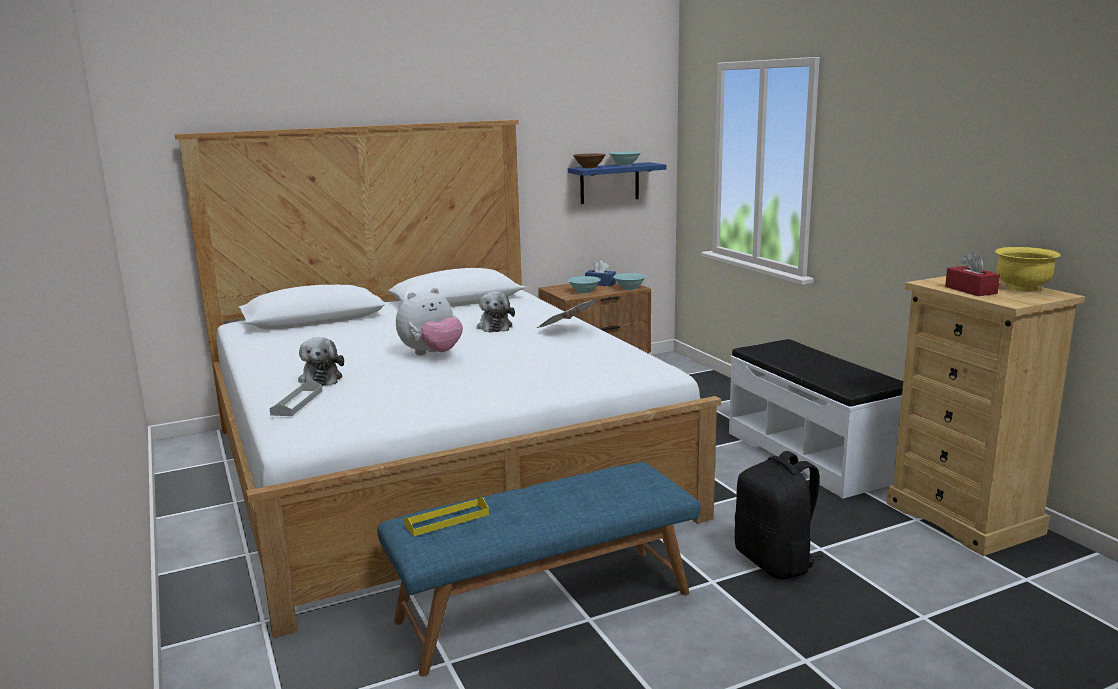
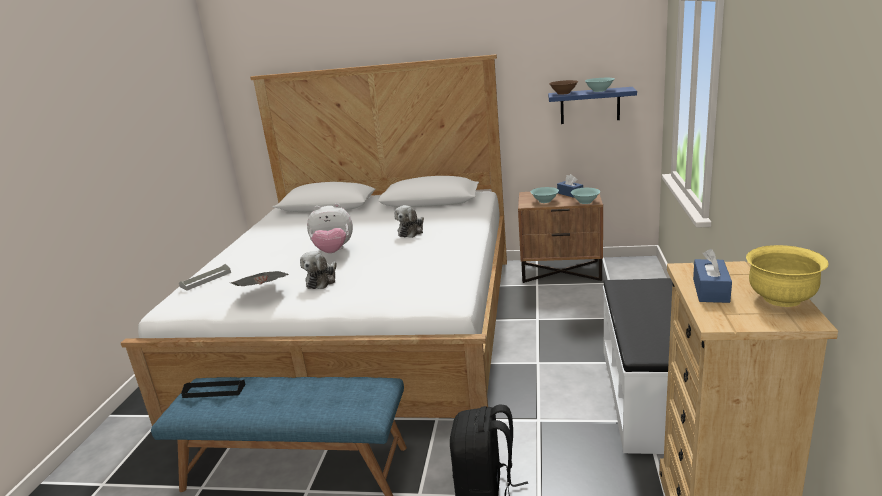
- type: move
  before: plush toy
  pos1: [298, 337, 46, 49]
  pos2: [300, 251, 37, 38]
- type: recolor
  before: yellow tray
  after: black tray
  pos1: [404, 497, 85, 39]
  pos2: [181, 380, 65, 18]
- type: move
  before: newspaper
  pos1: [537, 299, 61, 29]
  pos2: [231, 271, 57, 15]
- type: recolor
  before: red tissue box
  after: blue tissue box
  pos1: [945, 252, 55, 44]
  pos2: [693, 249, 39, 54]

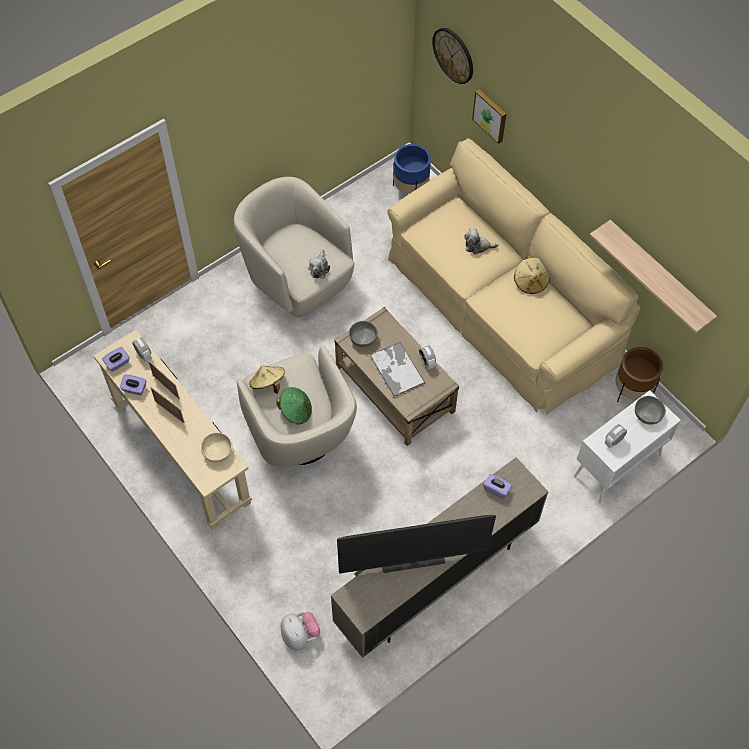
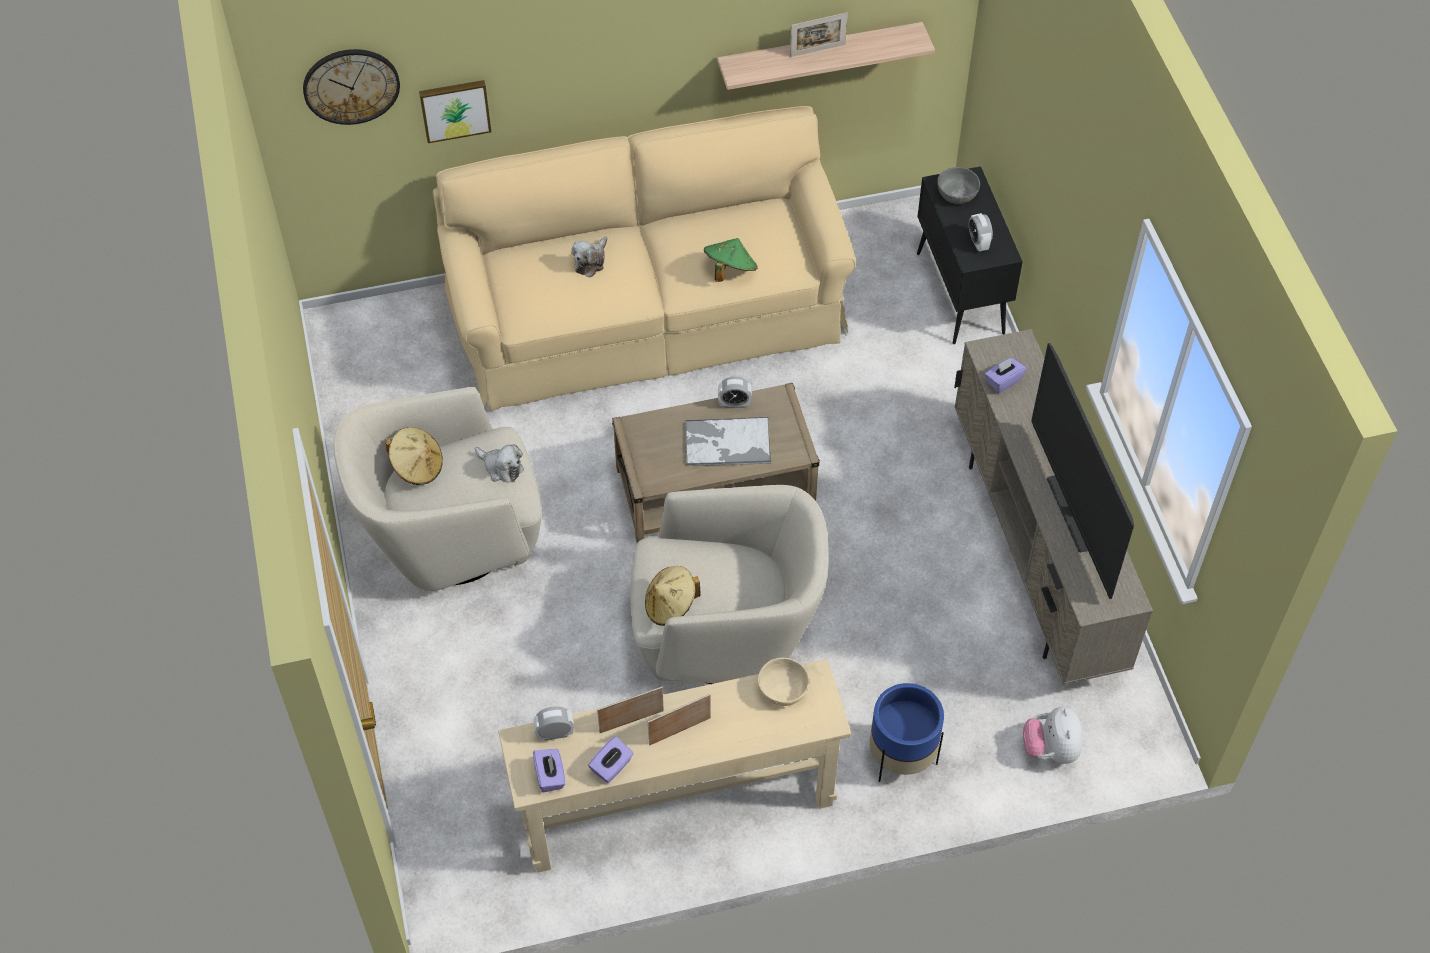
- type: move
  before: green hat
  pos1: [277, 387, 35, 37]
  pos2: [704, 238, 54, 44]
- type: rotate
  before: plush toy
  pos1: [281, 612, 39, 38]
  pos2: [1023, 706, 59, 58]
  turn: -90
- type: rotate
  before: television
  pos1: [337, 515, 159, 58]
  pos2: [1031, 343, 103, 256]
  turn: 150
- type: delete
  before: grey bowl
  pos1: [349, 321, 29, 26]
- type: move
  before: blue planter
  pos1: [393, 144, 38, 50]
  pos2: [870, 683, 74, 99]
- type: move
  before: beige hat
  pos1: [514, 256, 36, 38]
  pos2: [385, 427, 58, 58]
- type: recolor
  before: white cabinet
  after: black cabinet
  pos1: [574, 390, 107, 113]
  pos2: [917, 166, 106, 178]
- type: delete
  before: brown planter
  pos1: [615, 347, 48, 55]
- type: insert
  after: picture frame
  pos2: [790, 13, 57, 44]

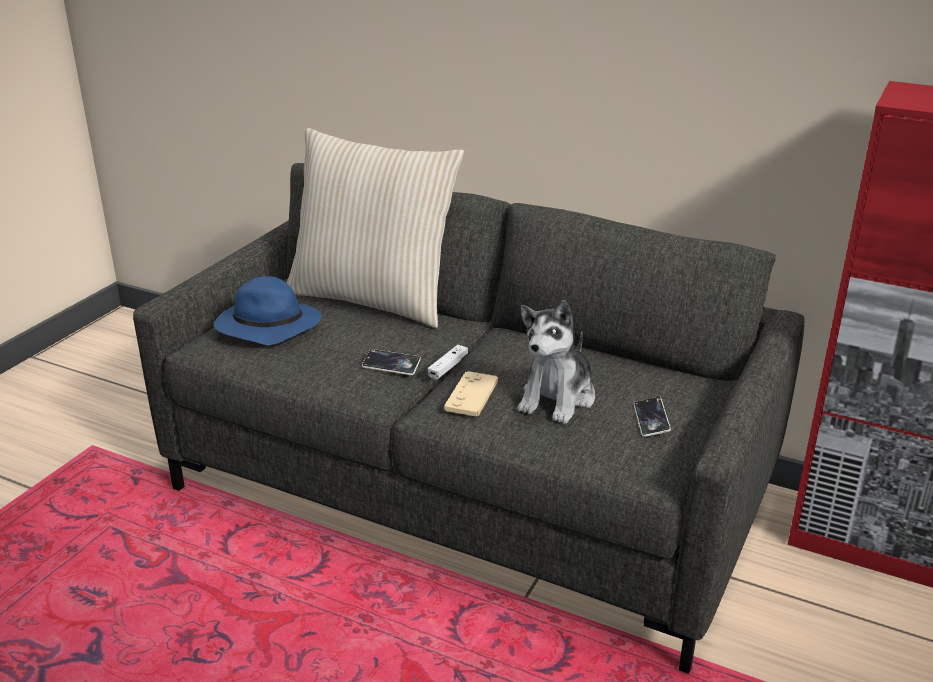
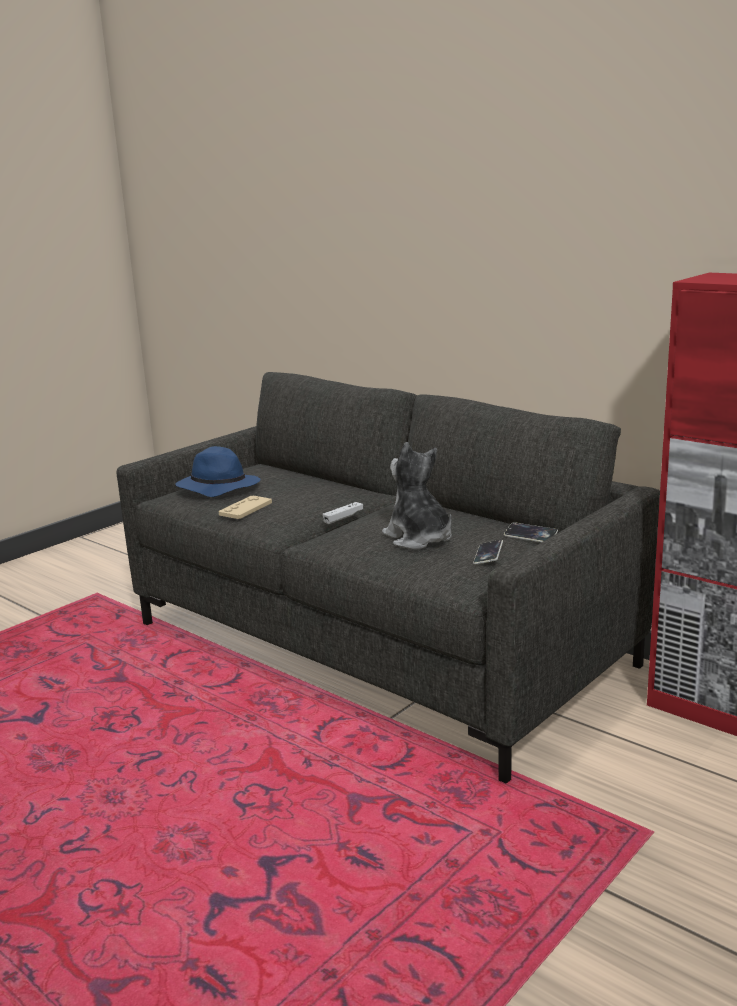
- type: delete
  before: beige pillow
  pos1: [286, 128, 178, 200]
- type: move
  before: phone
  pos1: [362, 349, 59, 26]
  pos2: [504, 522, 54, 20]
- type: move
  before: beige game controller
  pos1: [444, 371, 54, 45]
  pos2: [219, 496, 53, 23]
- type: rotate
  before: plush toy
  pos1: [517, 300, 78, 124]
  pos2: [382, 442, 70, 107]
  turn: 105

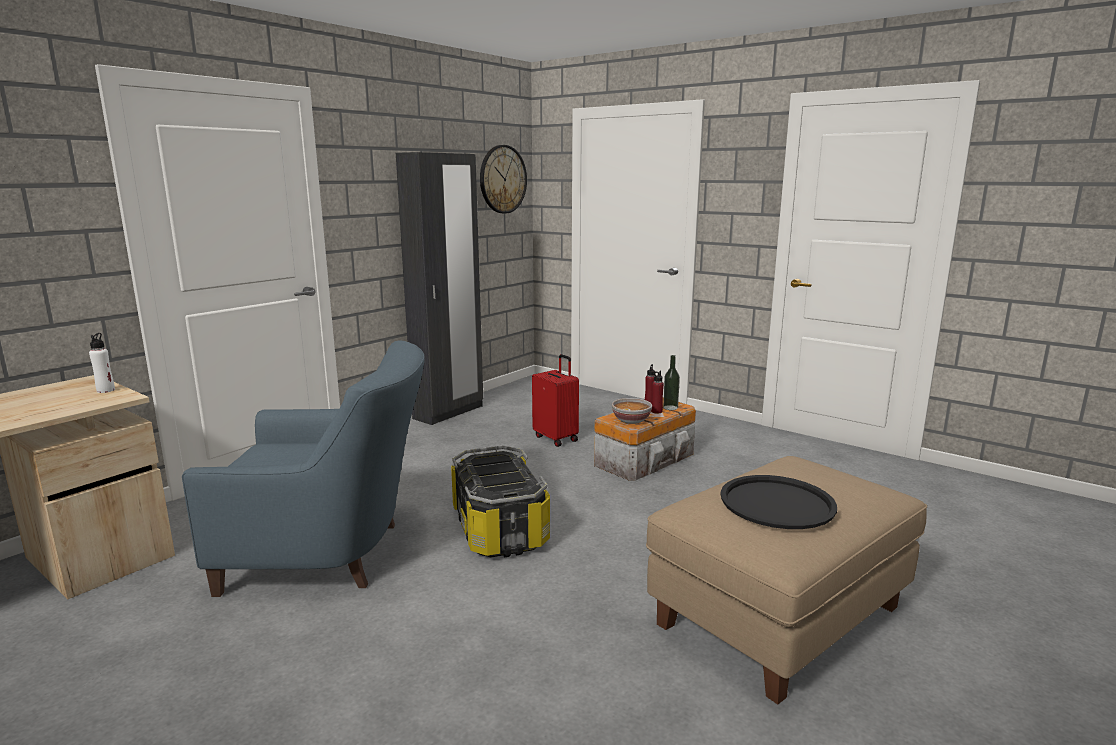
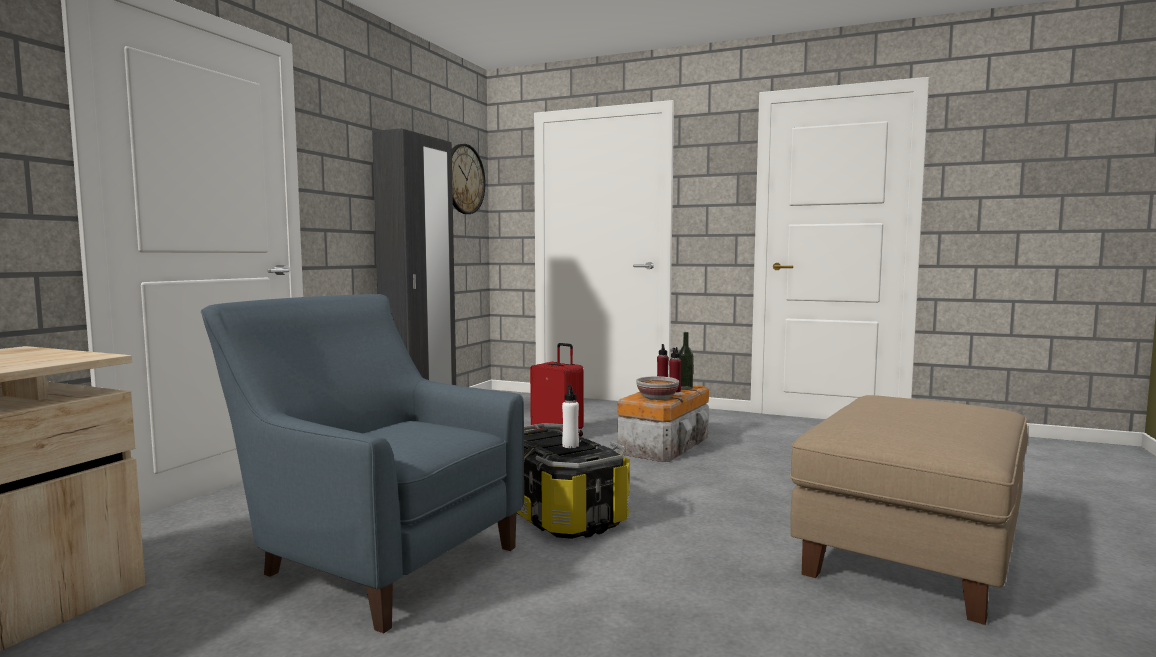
- type: move
  before: white bottle
  pos1: [89, 333, 26, 60]
  pos2: [562, 385, 17, 63]
- type: rotate
  before: blue armchair
  pos1: [182, 340, 243, 257]
  pos2: [201, 294, 323, 339]
  turn: -135
- type: delete
  before: black tray
  pos1: [720, 475, 117, 54]

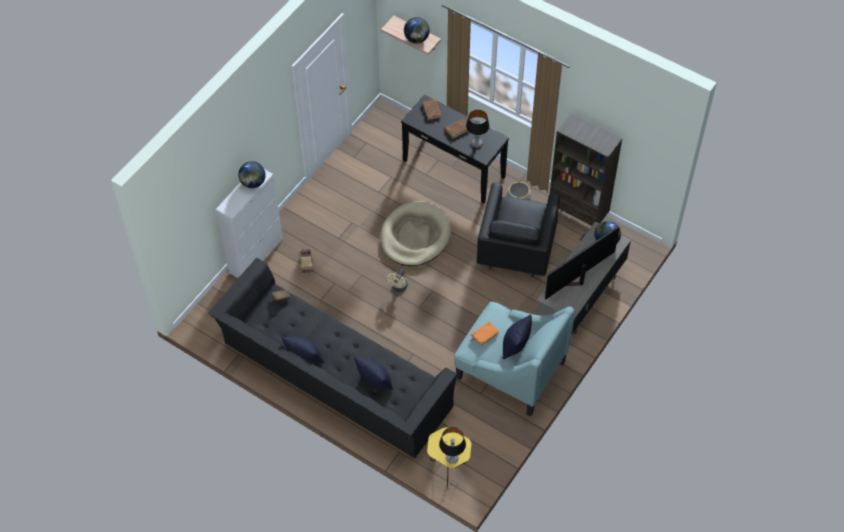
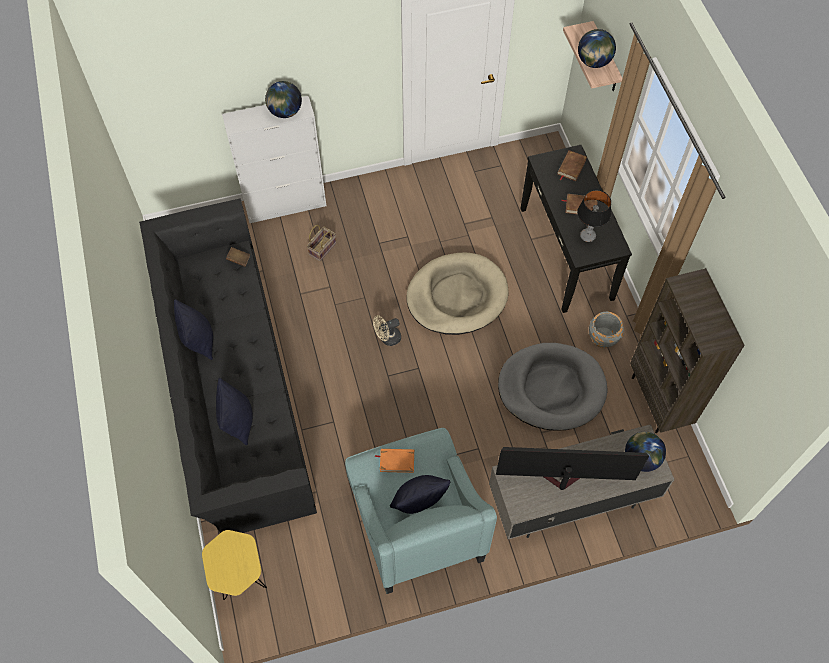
- type: delete
  before: table lamp
  pos1: [439, 427, 27, 37]
- type: replace
  before: black armchair
  after: grey dog bed
  pos1: [477, 183, 83, 94]
  pos2: [498, 343, 110, 88]

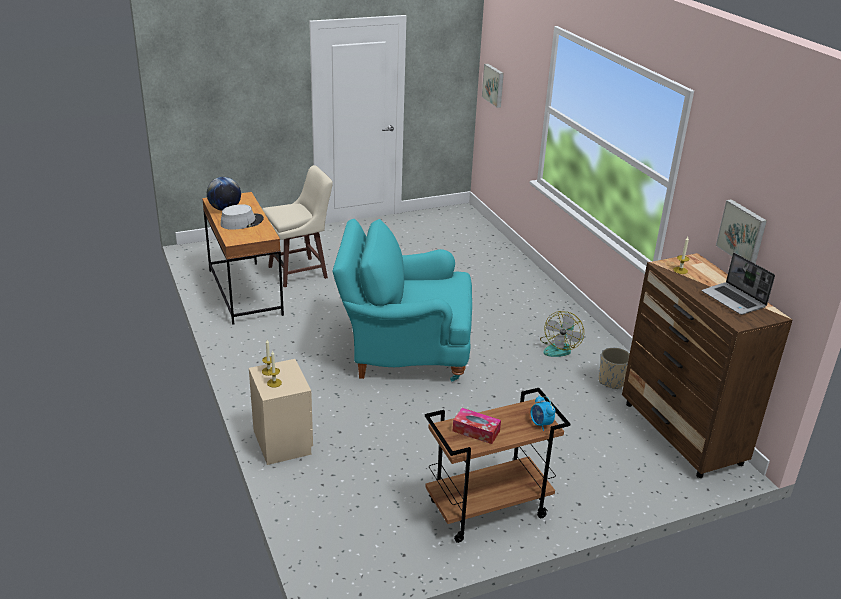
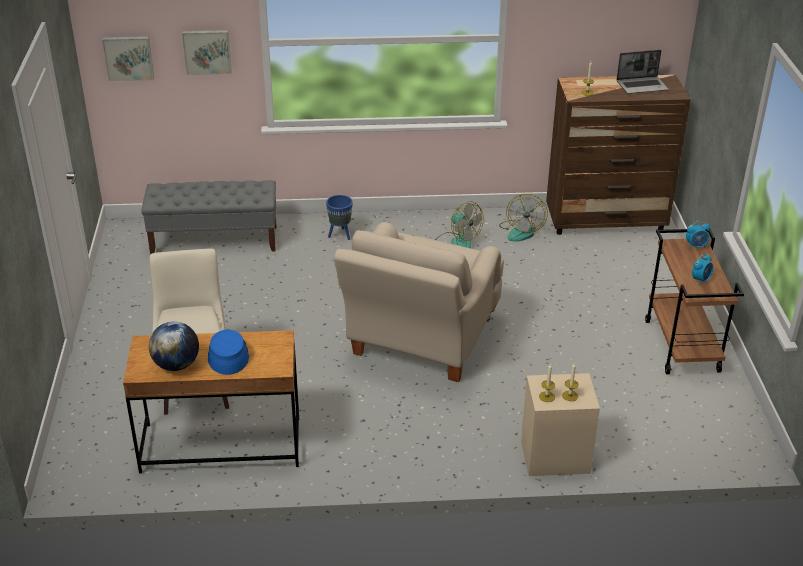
- type: recolor
  before: grey hat
  after: blue hat
  pos1: [220, 204, 44, 26]
  pos2: [208, 330, 41, 45]
- type: recolor
  before: turquoise armchair
  after: beige armchair
  pos1: [332, 219, 140, 163]
  pos2: [334, 222, 170, 160]
- type: replace
  before: tissue box
  after: alarm clock
  pos1: [453, 408, 48, 36]
  pos2: [692, 254, 21, 31]
- type: replace
  before: beige planter
  after: fan
  pos1: [599, 348, 31, 41]
  pos2: [499, 194, 49, 48]
- type: move
  before: picture
  pos1: [716, 199, 51, 65]
  pos2: [182, 30, 50, 45]
- type: insert
  after: grey bench
  pos2: [141, 180, 136, 74]
- type: insert
  after: blue planter
  pos2: [326, 195, 27, 45]

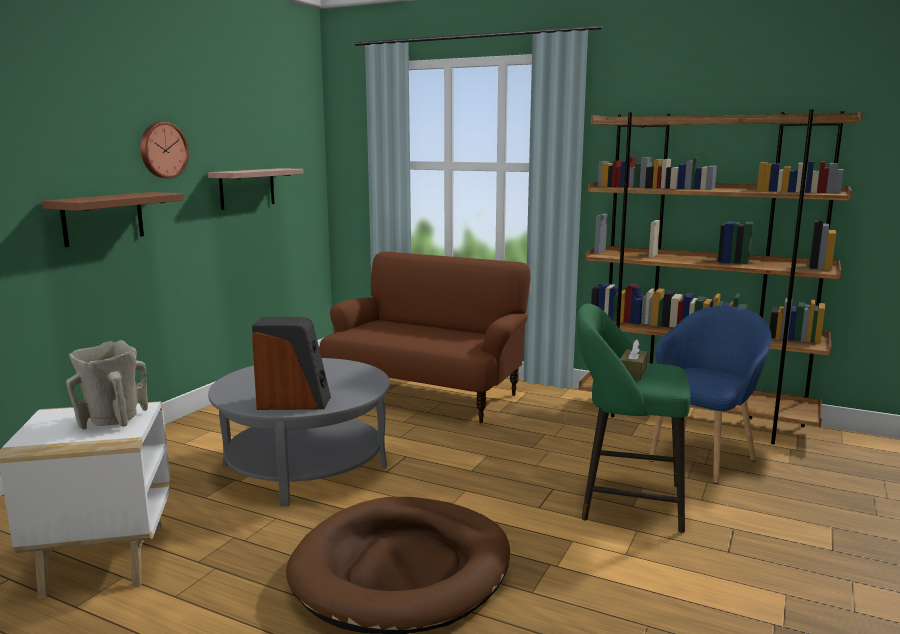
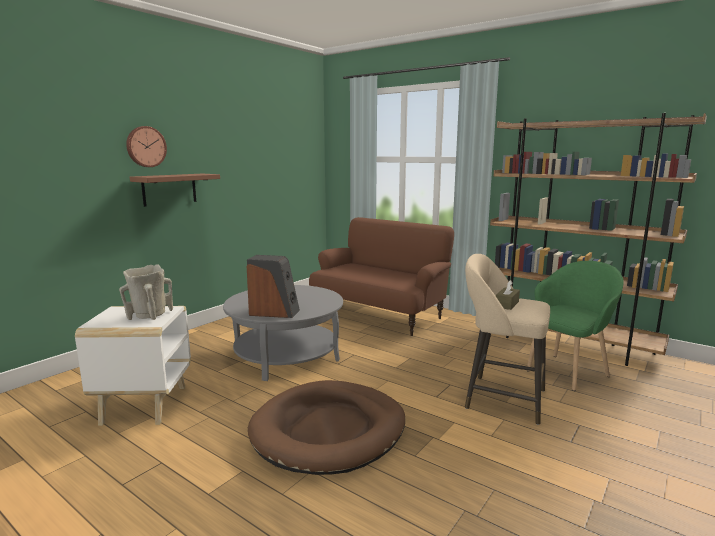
- type: move
  before: wall clock
  pos1: [140, 122, 49, 56]
  pos2: [126, 126, 41, 41]
- type: delete
  before: shelf
  pos1: [208, 168, 96, 42]
- type: recolor
  before: green stool
  after: beige stool
  pos1: [577, 304, 113, 230]
  pos2: [465, 254, 85, 171]
- type: recolor
  before: blue armchair
  after: green armchair
  pos1: [649, 306, 122, 178]
  pos2: [526, 261, 98, 130]

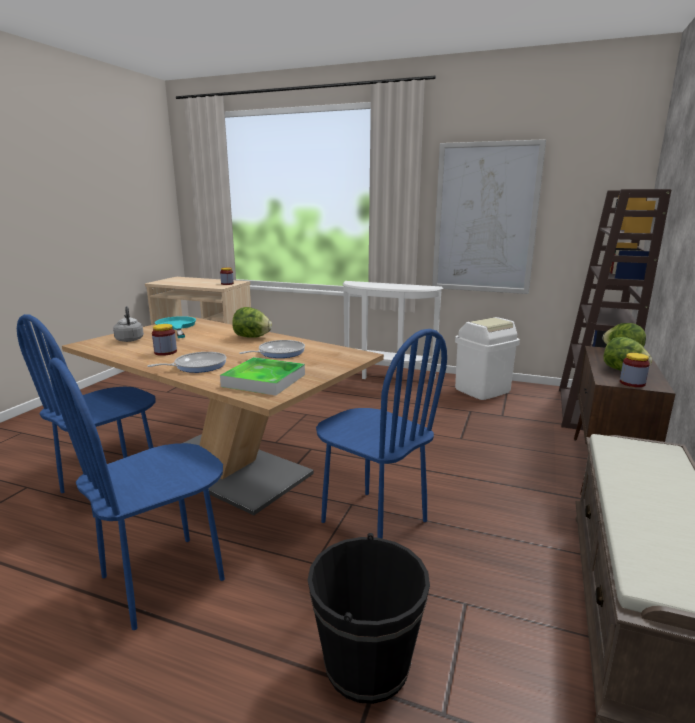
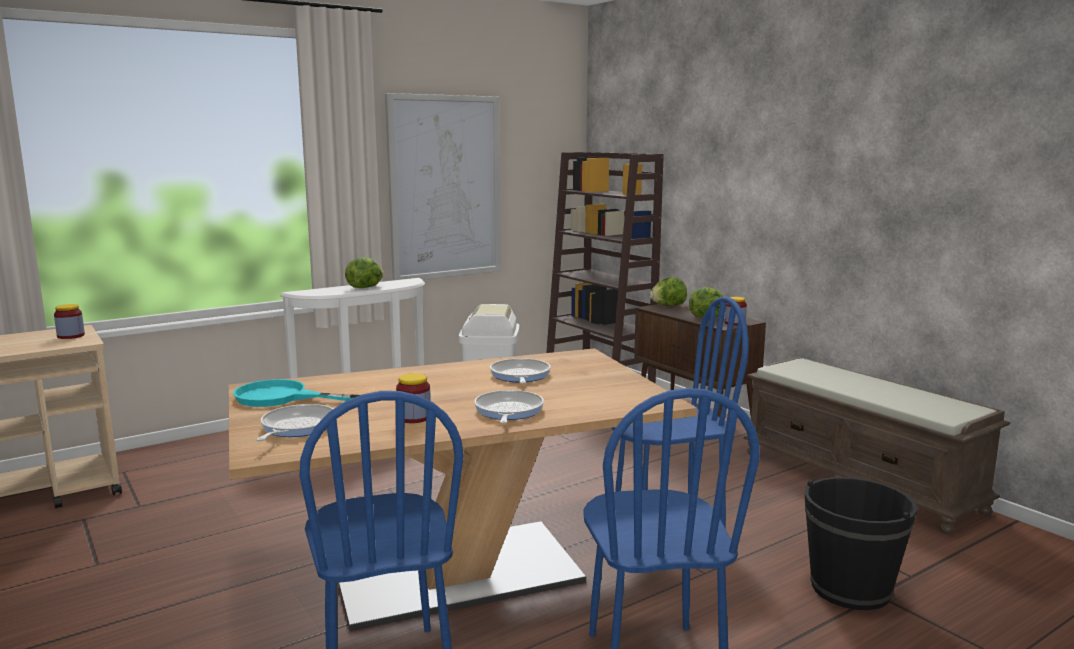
- type: replace
  before: grey kettle
  after: frying pan
  pos1: [113, 306, 31, 36]
  pos2: [256, 404, 77, 37]
- type: delete
  before: tray
  pos1: [220, 357, 85, 38]
- type: move
  before: lettuce
  pos1: [232, 307, 40, 31]
  pos2: [345, 257, 38, 31]

